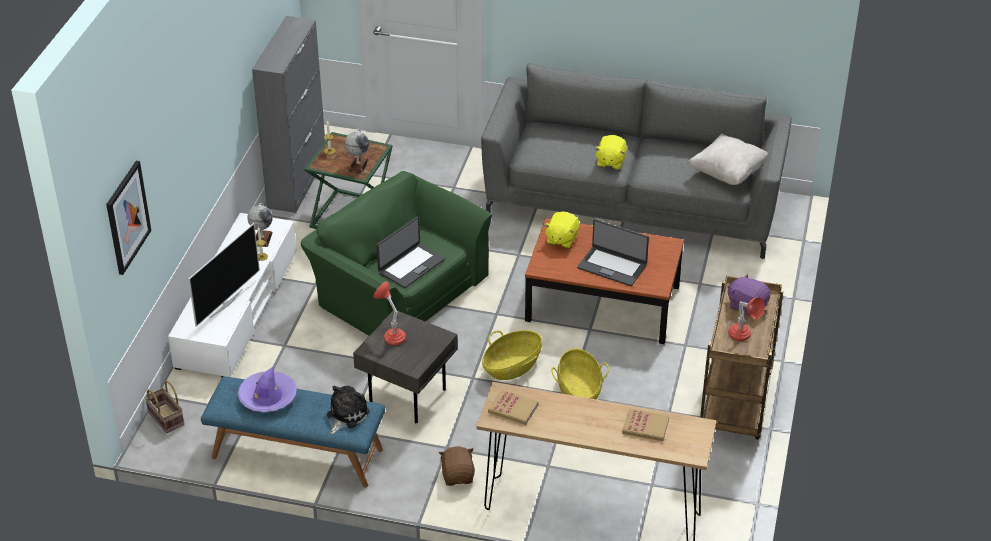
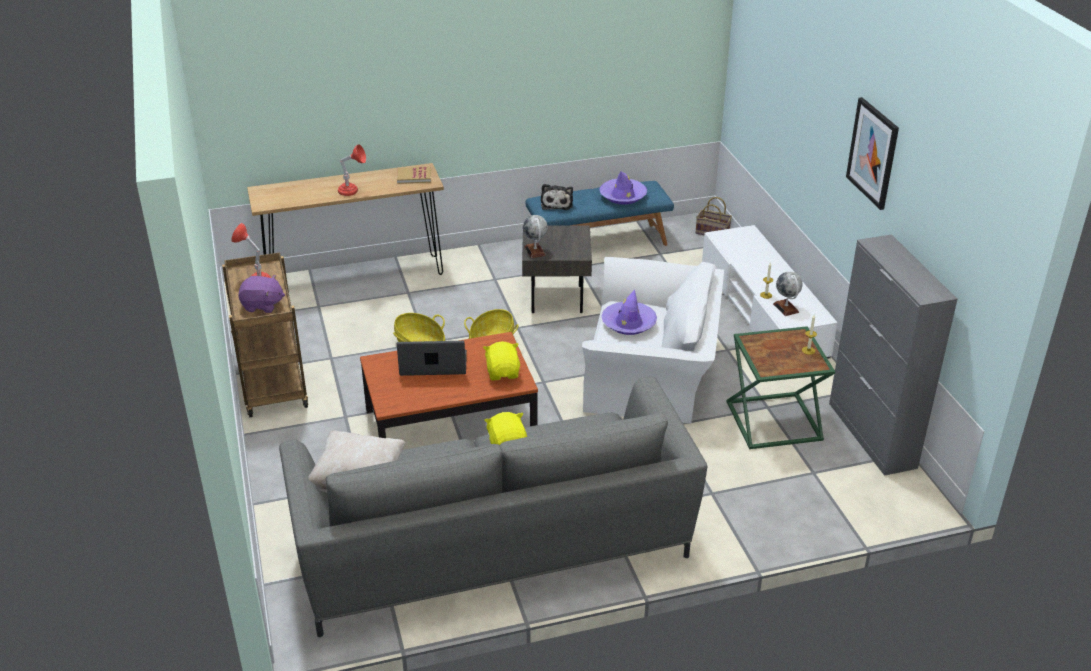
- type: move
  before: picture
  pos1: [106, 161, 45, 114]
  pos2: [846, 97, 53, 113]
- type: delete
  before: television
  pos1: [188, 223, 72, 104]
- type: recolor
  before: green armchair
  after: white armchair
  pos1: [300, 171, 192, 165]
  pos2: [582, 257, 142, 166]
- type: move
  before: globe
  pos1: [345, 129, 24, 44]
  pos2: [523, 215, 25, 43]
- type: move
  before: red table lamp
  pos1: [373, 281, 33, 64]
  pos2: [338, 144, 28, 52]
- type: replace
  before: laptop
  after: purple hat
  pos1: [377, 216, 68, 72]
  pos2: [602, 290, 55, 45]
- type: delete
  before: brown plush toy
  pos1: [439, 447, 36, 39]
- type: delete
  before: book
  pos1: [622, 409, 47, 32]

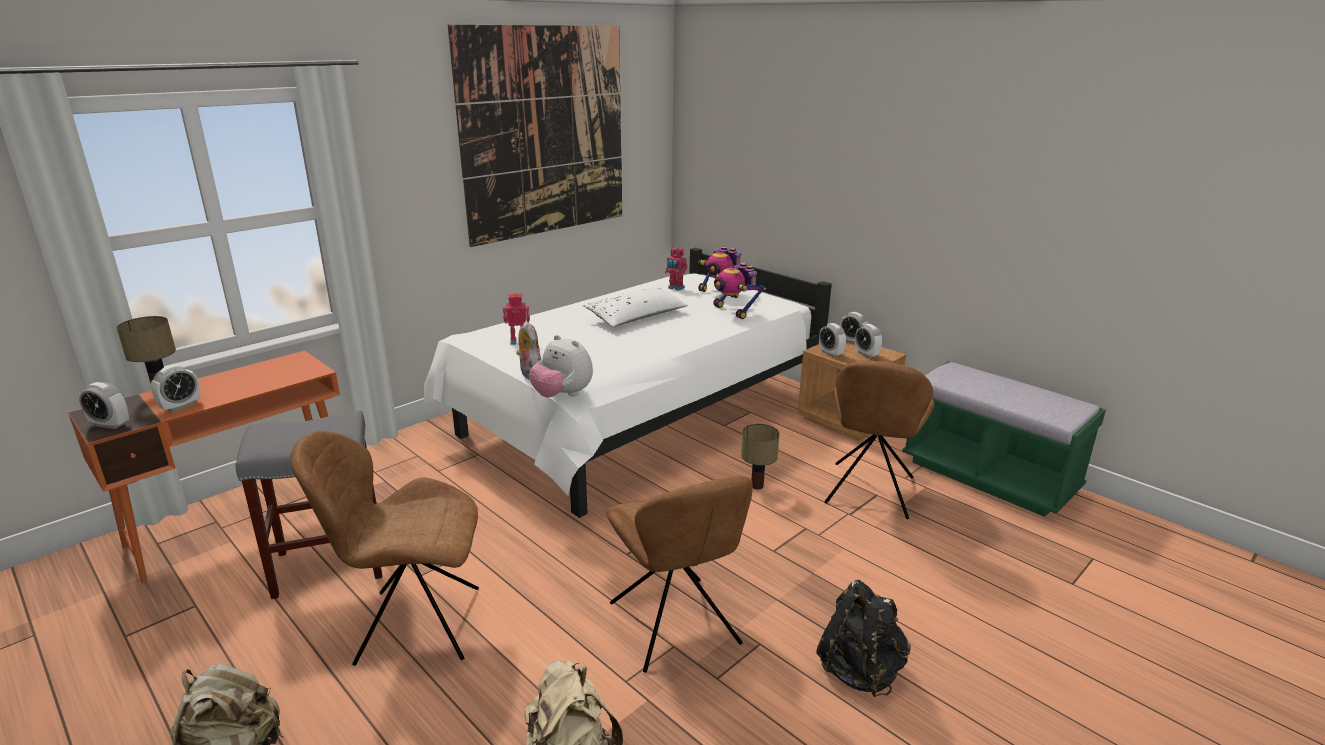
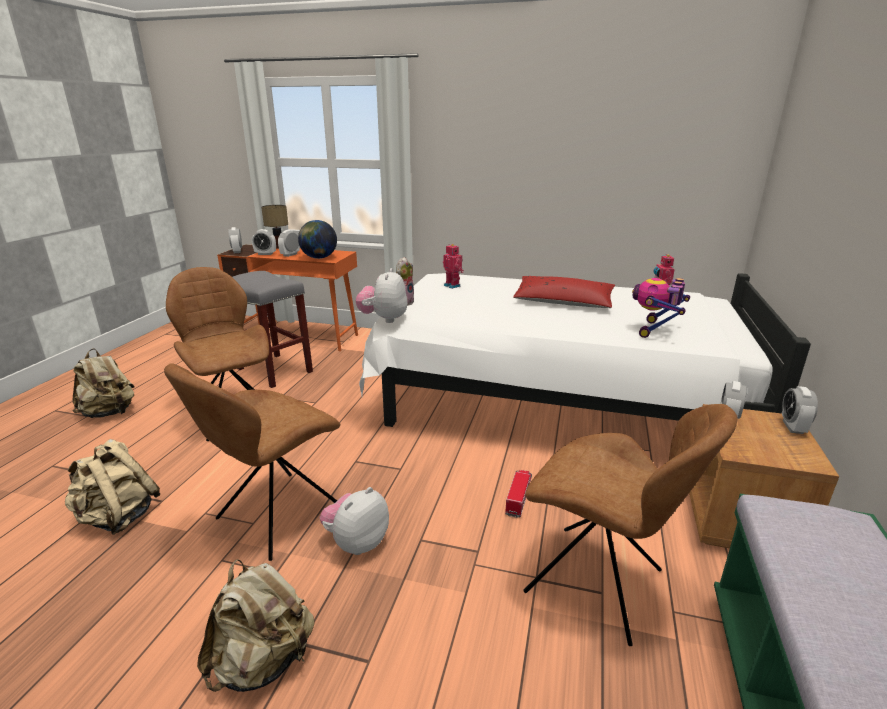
- type: delete
  before: picture
  pos1: [448, 25, 174, 222]
- type: recolor
  before: white pillow
  after: red pillow
  pos1: [583, 286, 105, 41]
  pos2: [513, 276, 102, 32]
- type: delete
  before: toy robot
  pos1: [698, 247, 51, 51]
- type: replace
  before: table lamp
  after: toy truck
  pos1: [741, 424, 38, 66]
  pos2: [505, 470, 27, 48]
- type: recolor
  before: black backpack
  after: beige backpack
  pos1: [816, 580, 95, 117]
  pos2: [197, 559, 118, 133]
- type: rotate
  before: brown chair
  pos1: [824, 360, 111, 159]
  pos2: [523, 404, 215, 242]
  turn: -135
- type: move
  before: alarm clock
  pos1: [855, 324, 27, 34]
  pos2: [278, 230, 22, 27]
- type: insert
  after: globe
  pos2: [298, 220, 39, 39]
- type: insert
  after: plush toy
  pos2: [319, 487, 70, 68]

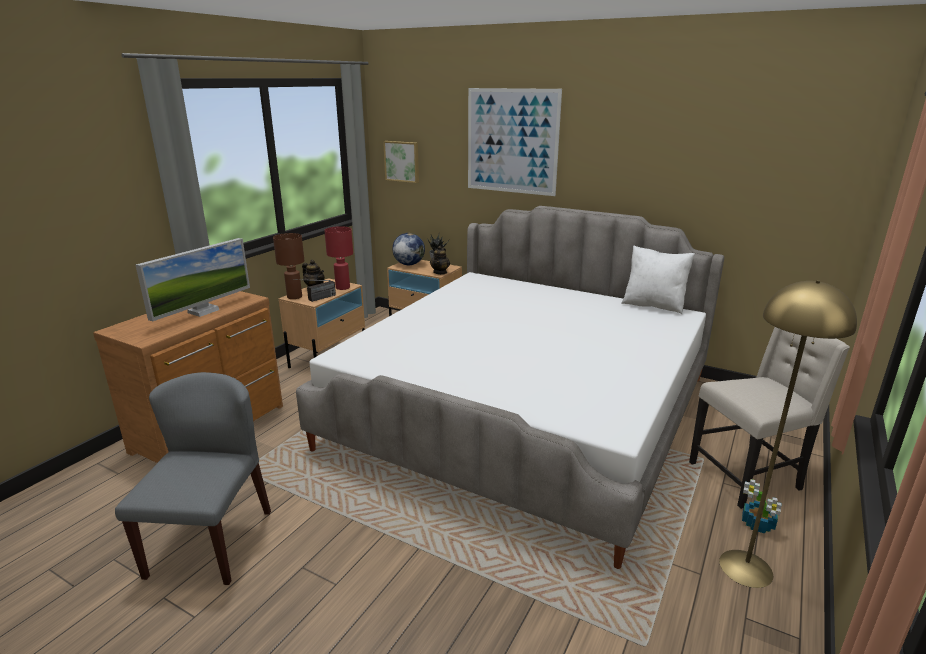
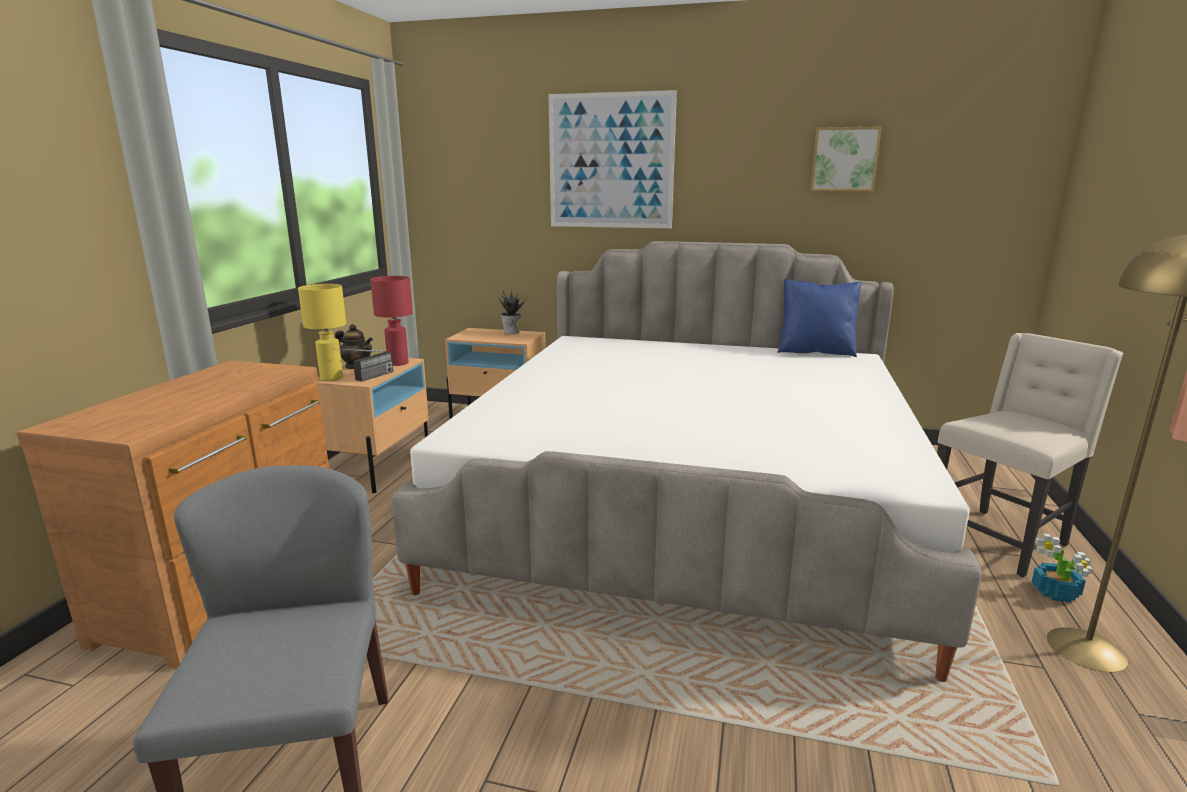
- type: delete
  before: monitor
  pos1: [136, 238, 114, 83]
- type: recolor
  before: brown table lamp
  after: yellow table lamp
  pos1: [273, 233, 31, 66]
  pos2: [298, 284, 48, 97]
- type: move
  before: picture
  pos1: [383, 141, 36, 42]
  pos2: [811, 126, 71, 65]
- type: delete
  before: globe
  pos1: [392, 233, 33, 32]
- type: delete
  before: teapot
  pos1: [430, 246, 20, 29]
- type: recolor
  before: white pillow
  after: blue pillow
  pos1: [621, 245, 74, 69]
  pos2: [777, 279, 85, 78]

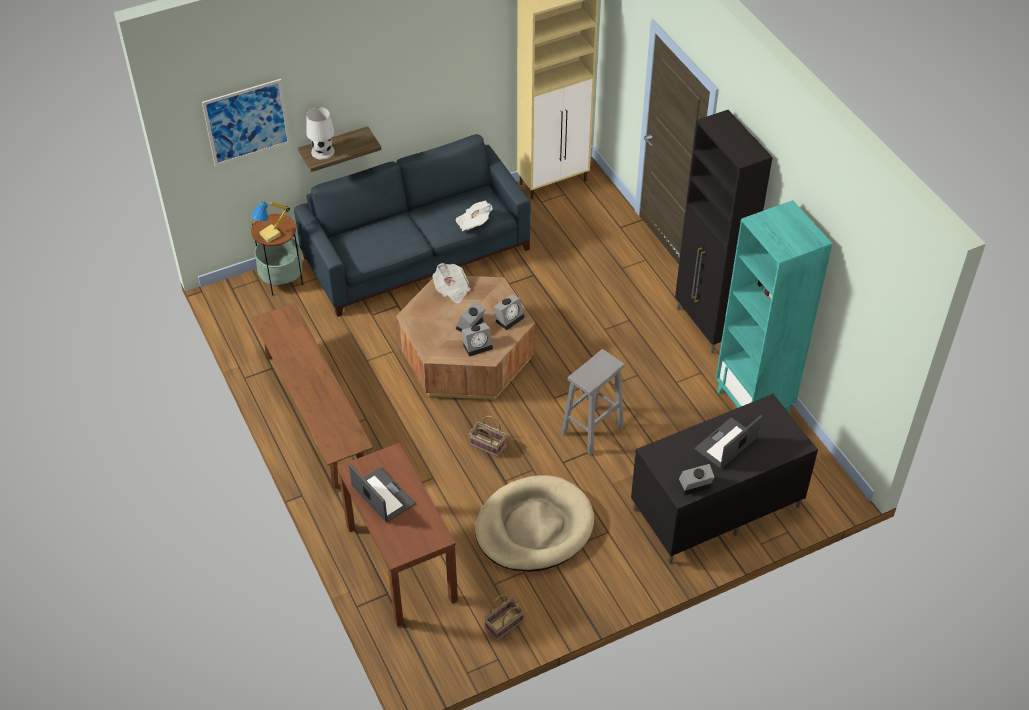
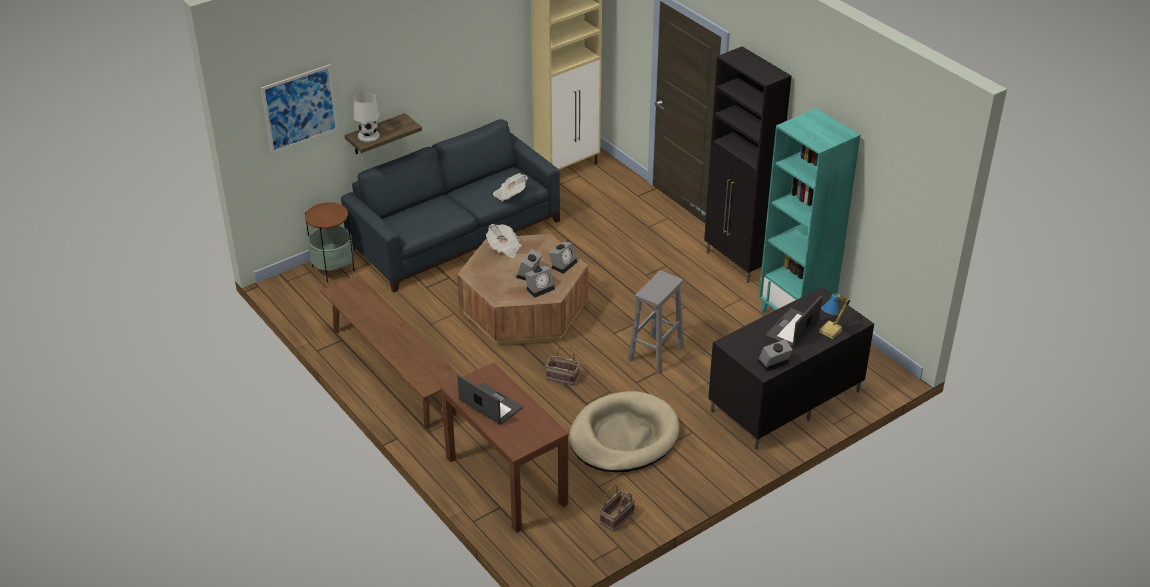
- type: move
  before: table lamp
  pos1: [251, 201, 39, 41]
  pos2: [819, 294, 31, 45]

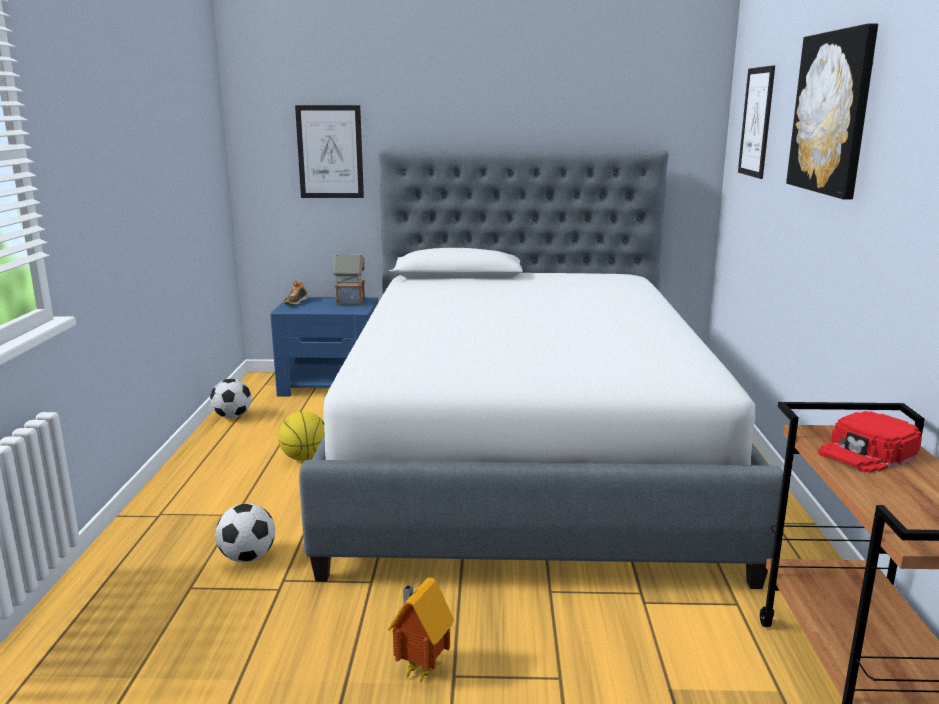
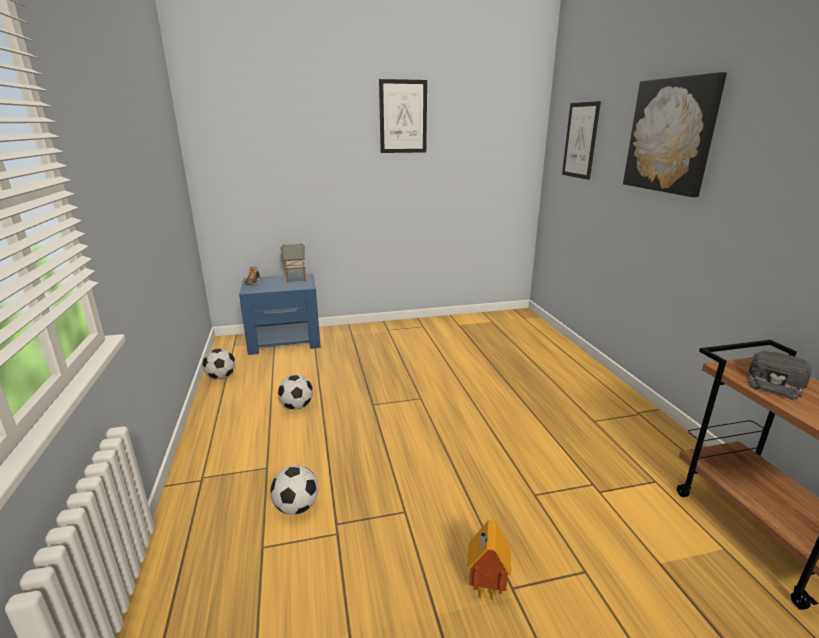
- type: replace
  before: basketball
  after: football
  pos1: [278, 411, 47, 50]
  pos2: [278, 375, 35, 35]
- type: move
  before: picture
  pos1: [295, 105, 69, 93]
  pos2: [379, 79, 48, 74]
- type: delete
  before: bed
  pos1: [299, 149, 484, 440]
- type: recolor
  before: red cap
  after: black cap
  pos1: [818, 411, 104, 62]
  pos2: [747, 350, 65, 50]

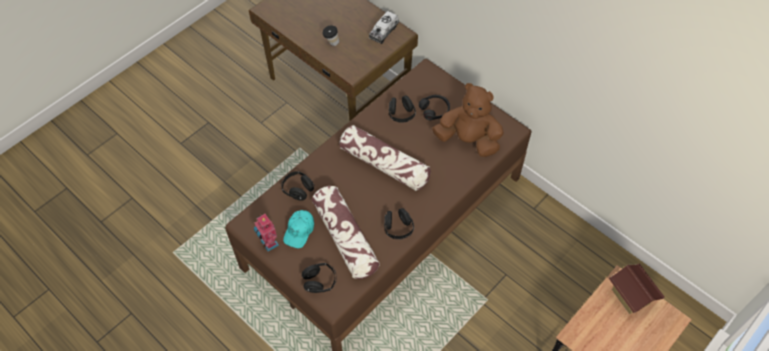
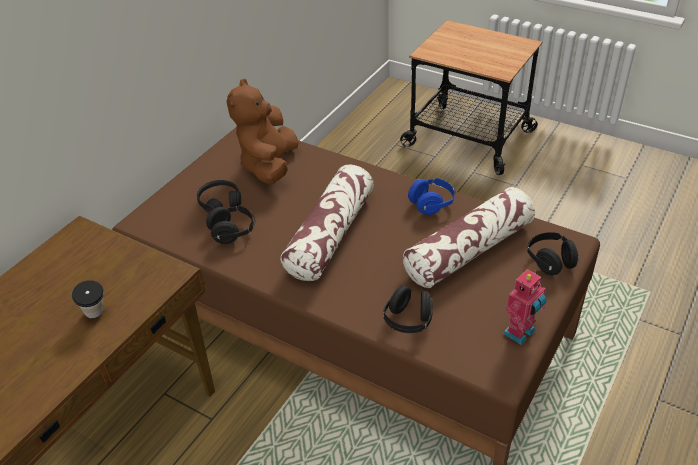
- type: delete
  before: turquoise cap
  pos1: [283, 210, 31, 38]
- type: delete
  before: toy truck
  pos1: [369, 11, 30, 33]
- type: recolor
  before: black headphones
  after: blue headphones
  pos1: [384, 208, 30, 32]
  pos2: [408, 178, 48, 37]
- type: delete
  before: toy house
  pos1: [609, 263, 56, 51]

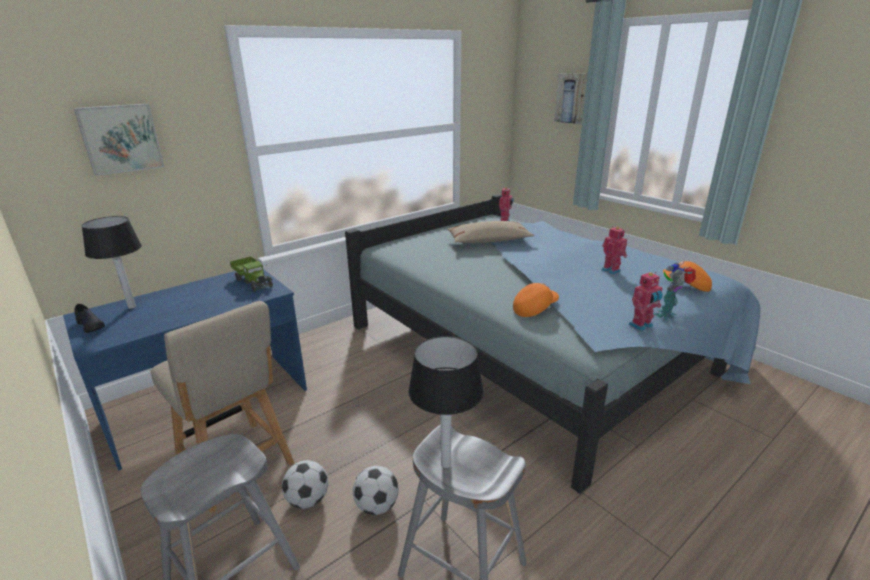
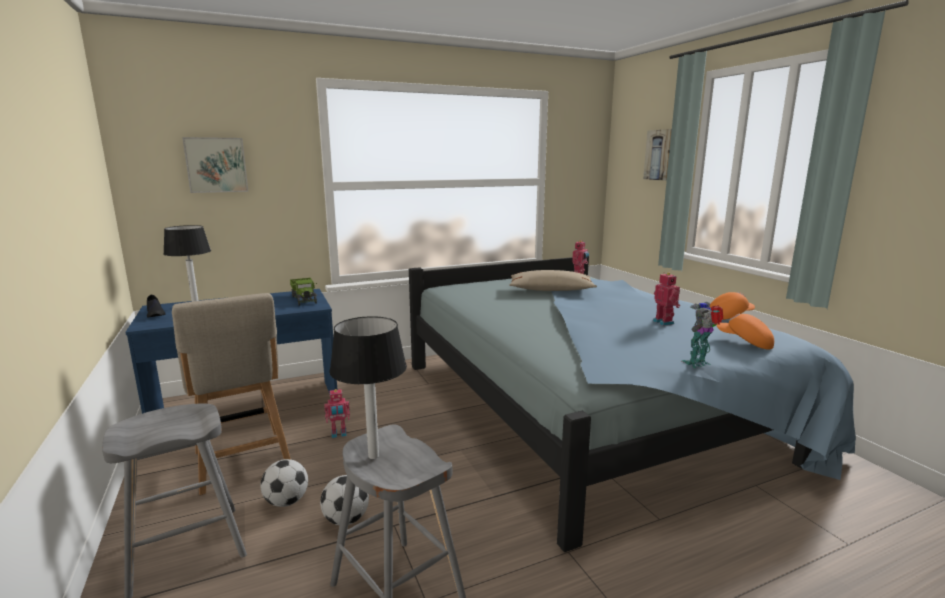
- type: move
  before: orange cap
  pos1: [513, 283, 46, 34]
  pos2: [709, 292, 46, 28]
- type: move
  before: toy robot
  pos1: [629, 272, 34, 59]
  pos2: [324, 389, 26, 49]

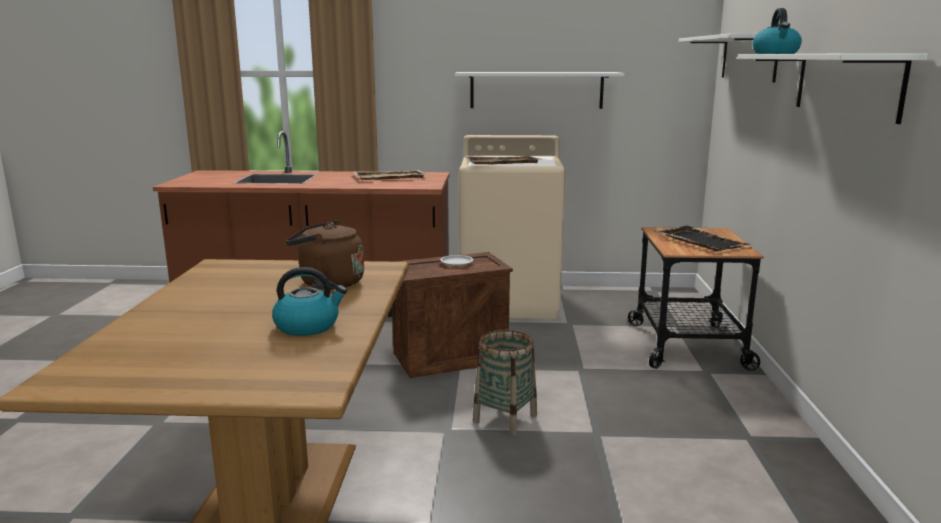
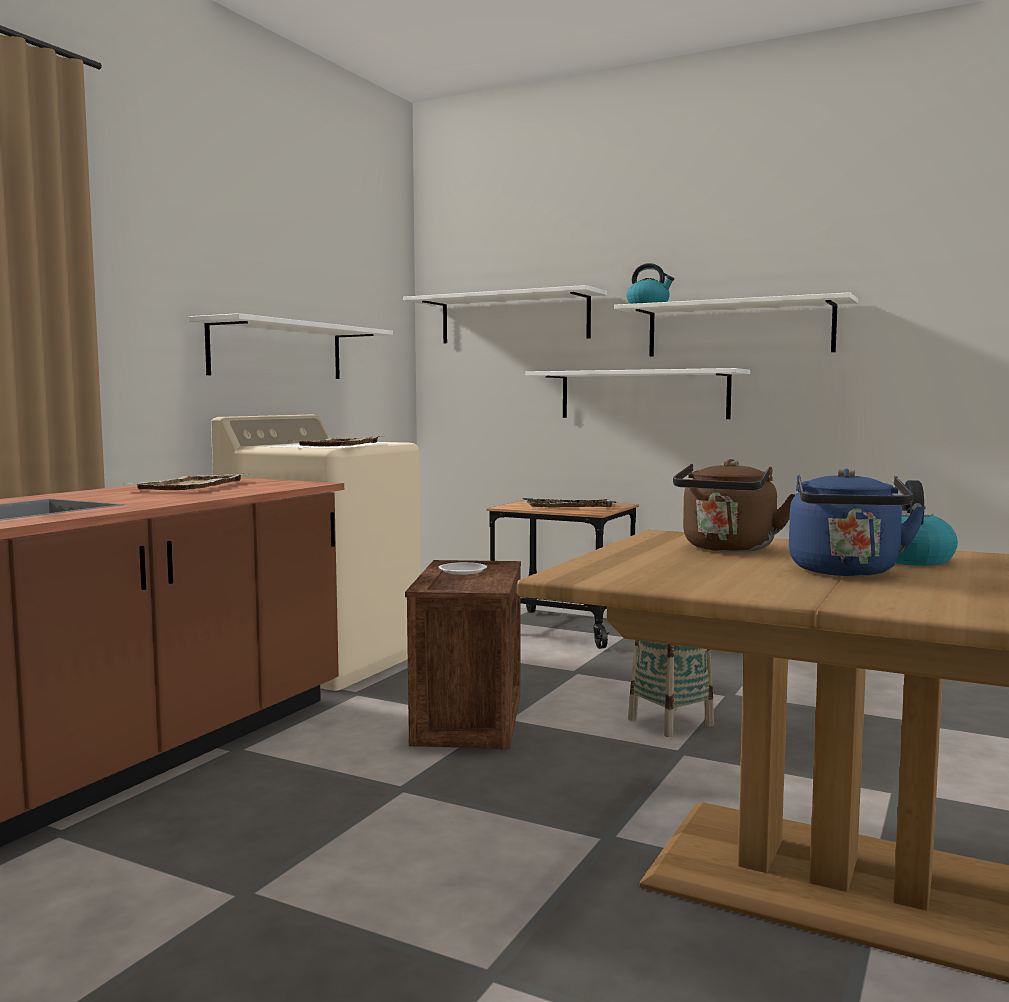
- type: insert
  after: white shelf
  pos2: [525, 368, 225, 51]
- type: insert
  after: blue kettle
  pos2: [789, 469, 137, 107]

